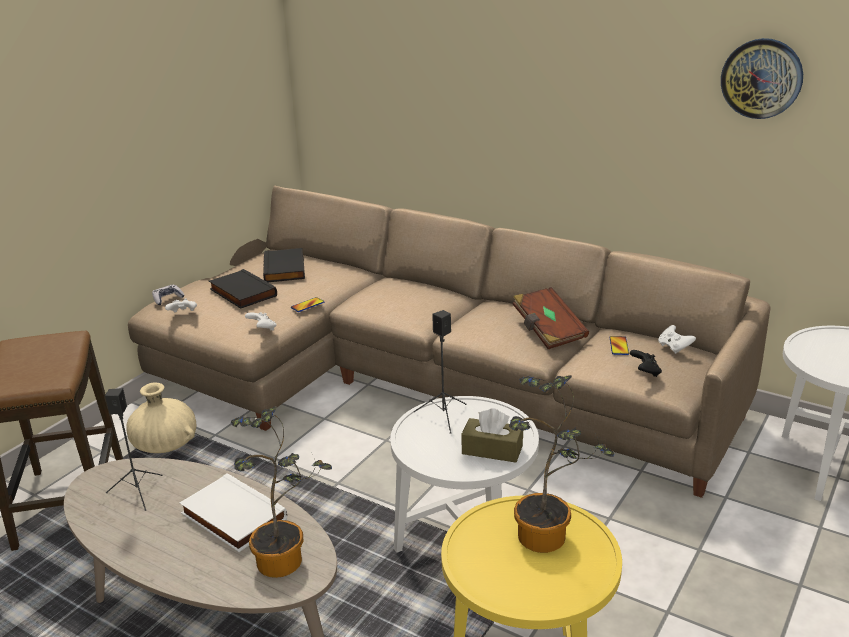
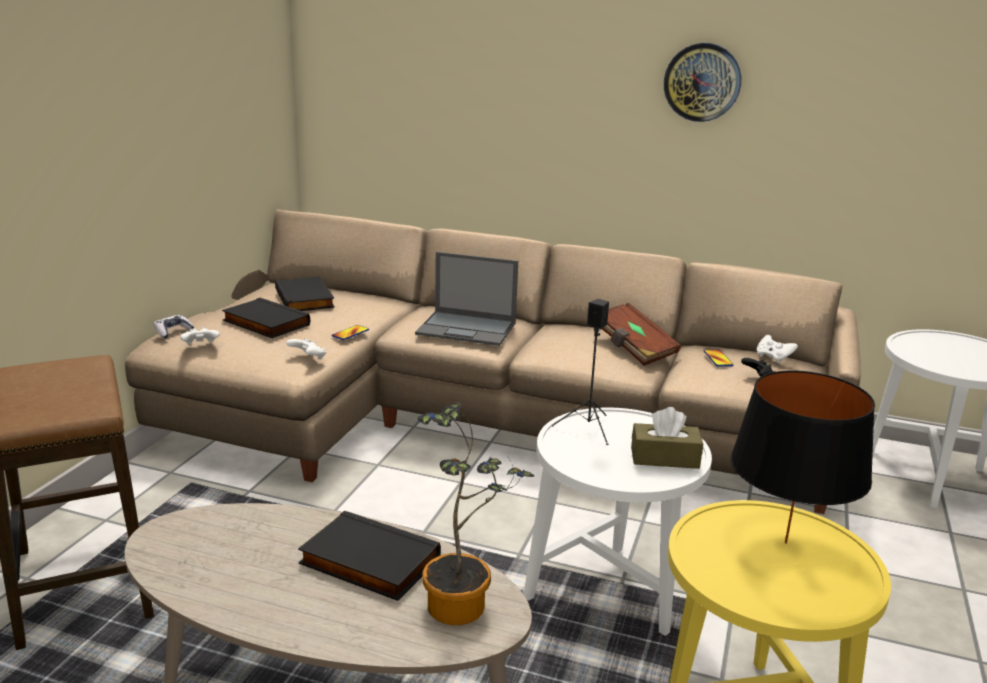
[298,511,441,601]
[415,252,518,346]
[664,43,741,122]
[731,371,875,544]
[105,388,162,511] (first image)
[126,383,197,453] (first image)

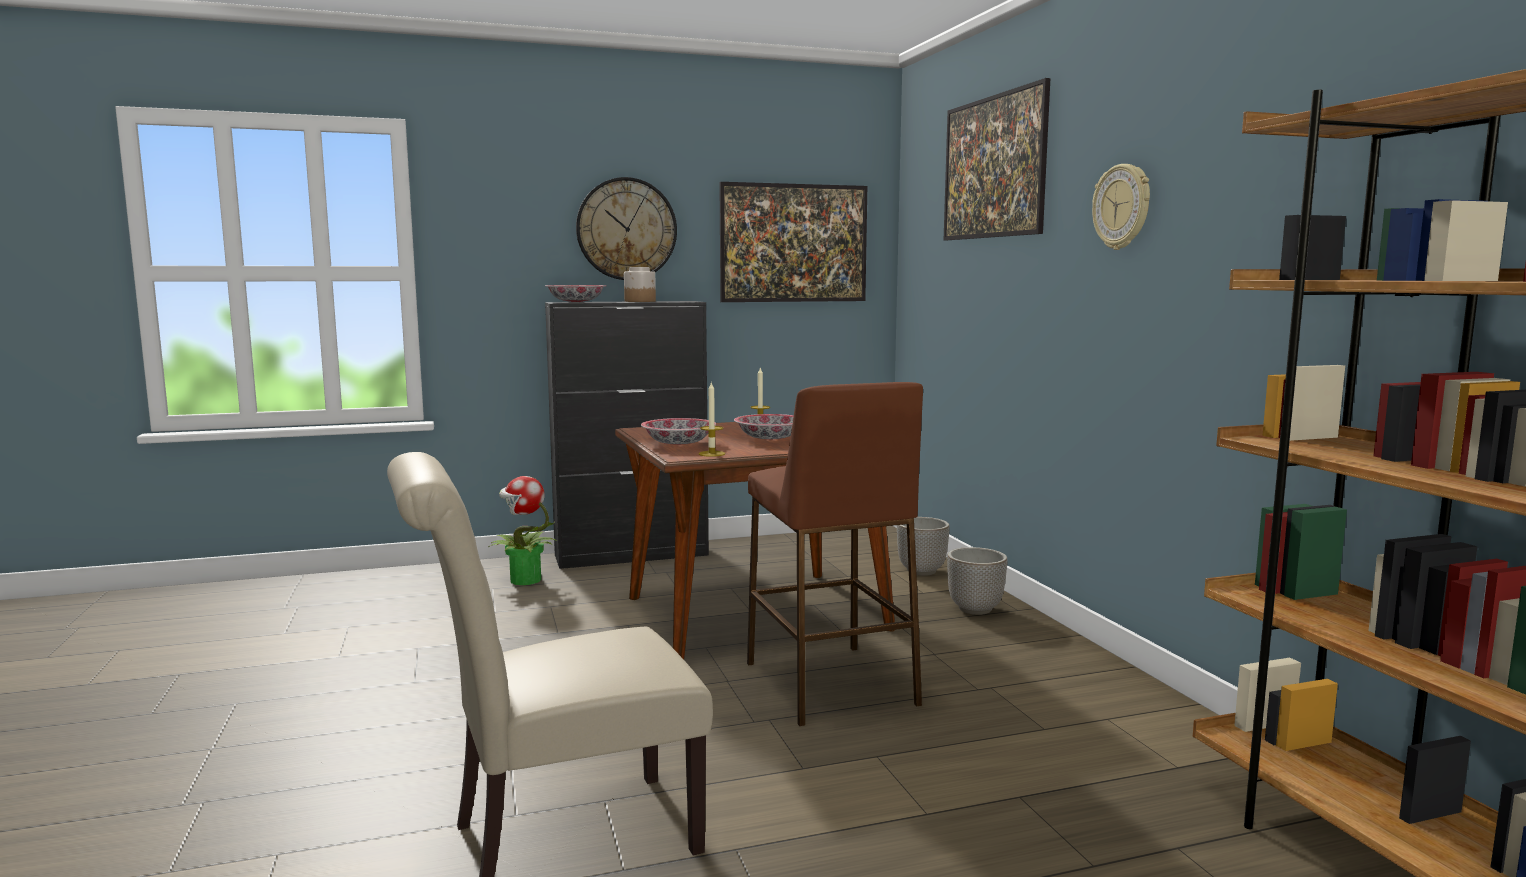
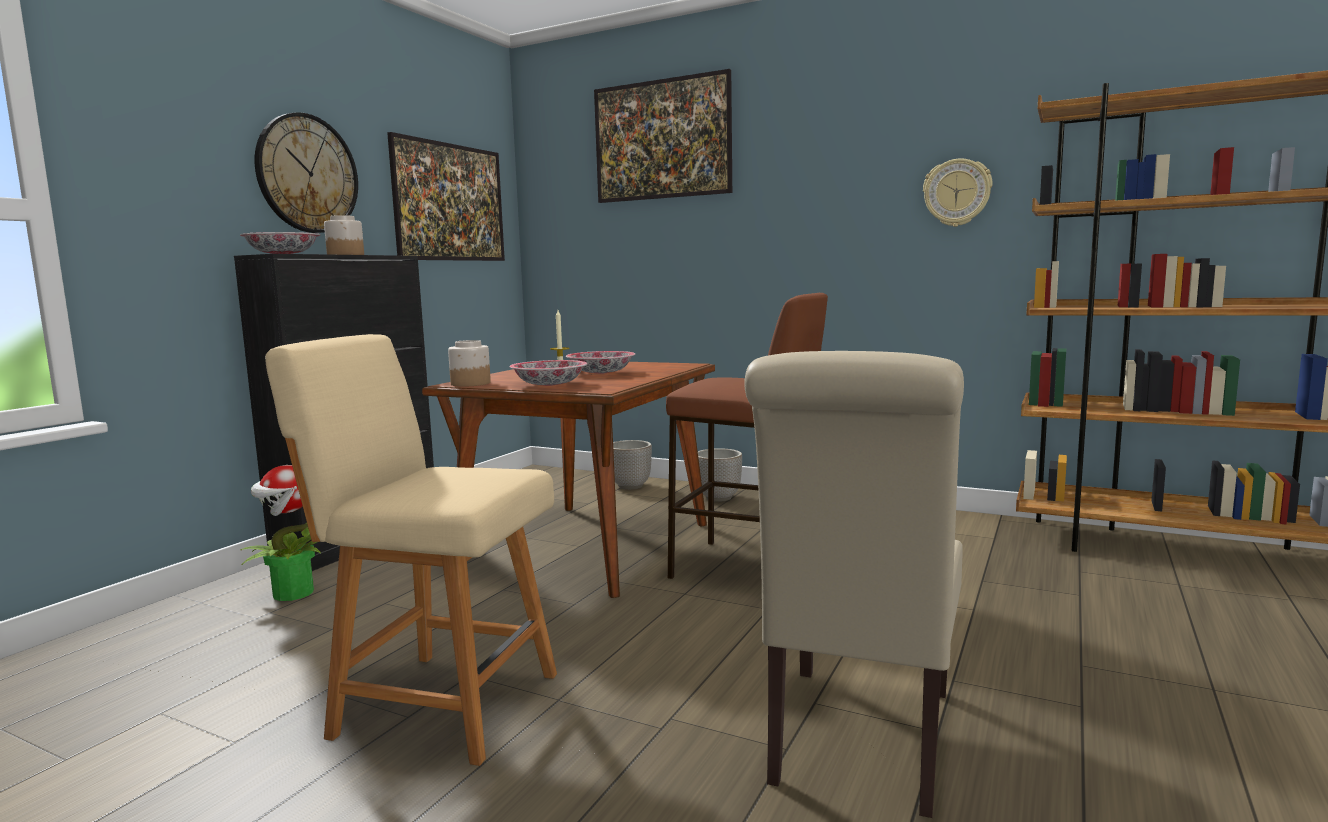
[265,334,557,766]
[448,340,491,387]
[923,158,993,227]
[699,381,725,457] (first image)

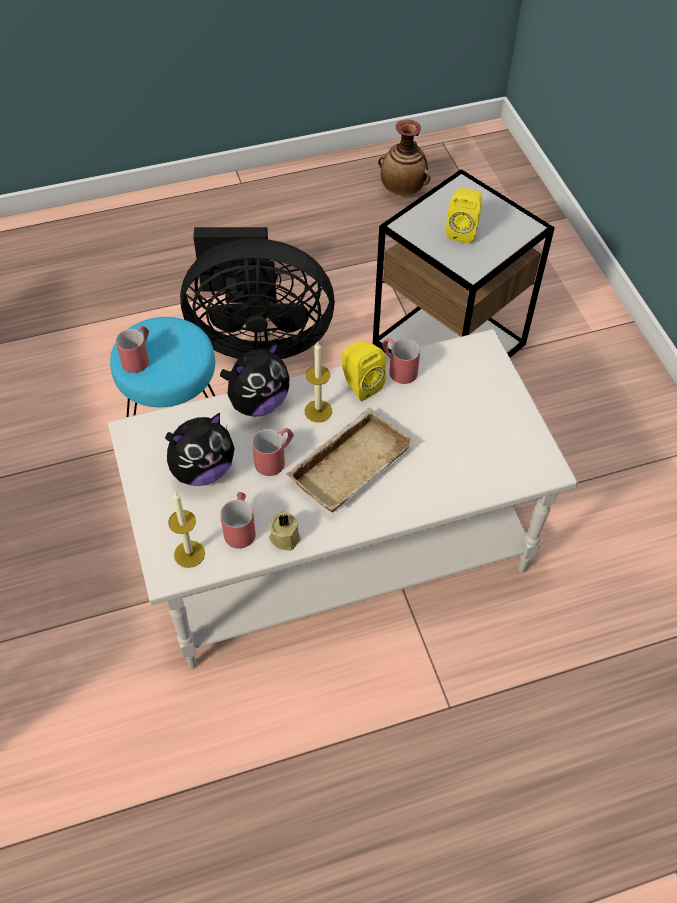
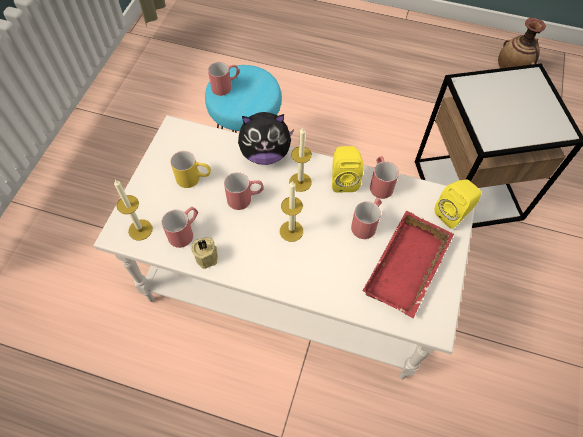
[170,151,211,188]
[280,181,303,242]
[351,198,382,239]
[362,211,454,318]
[434,179,481,229]
[180,227,335,359] (first image)

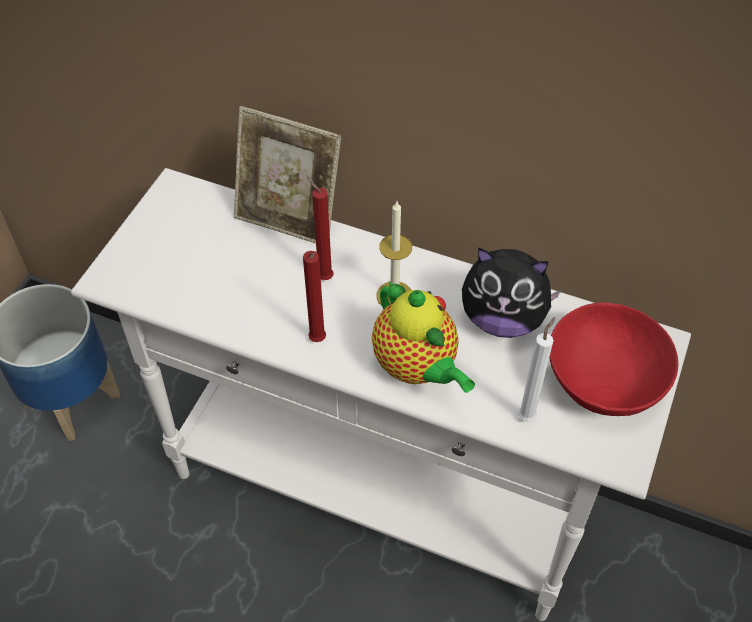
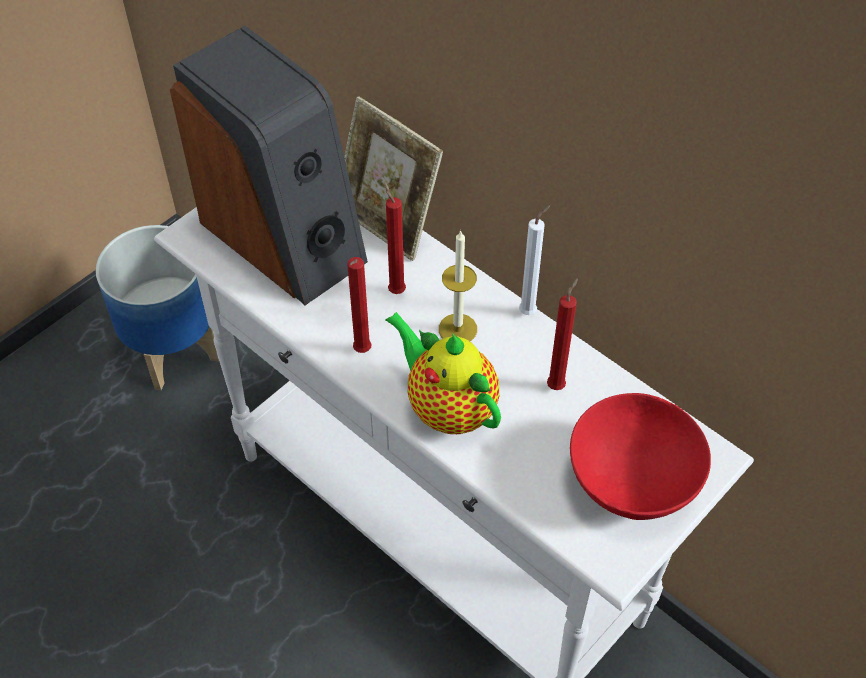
[170,25,368,305]
[385,312,501,434]
[519,205,550,315]
[547,278,578,390]

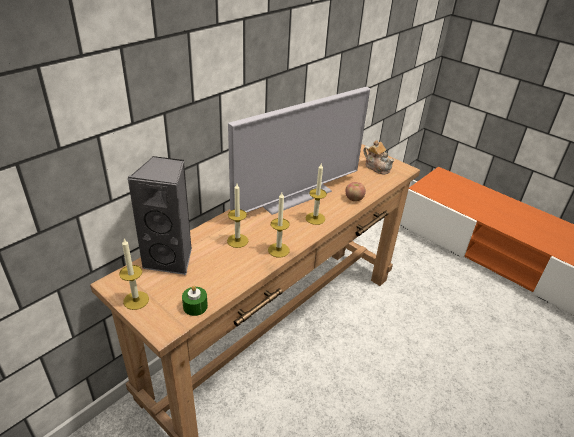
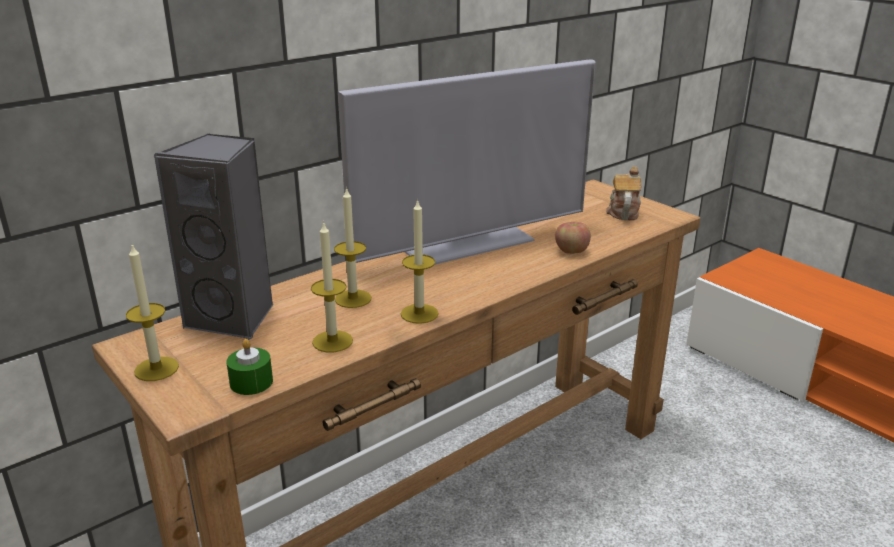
[311,221,353,352]
[606,166,641,220]

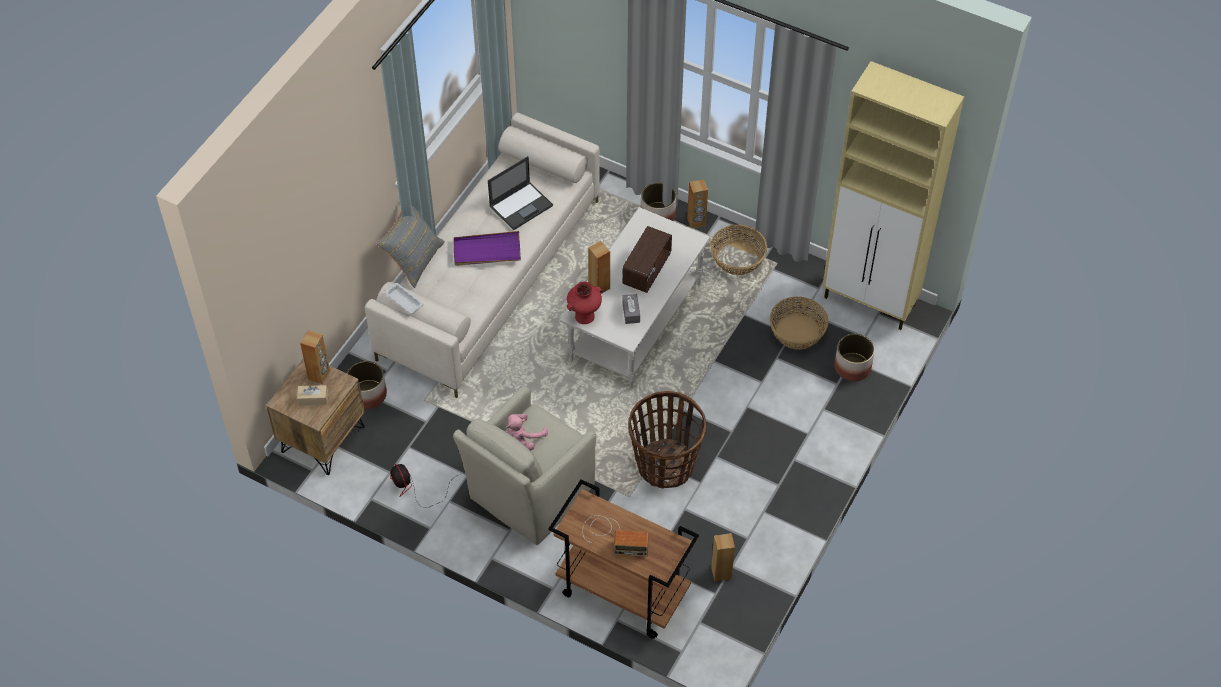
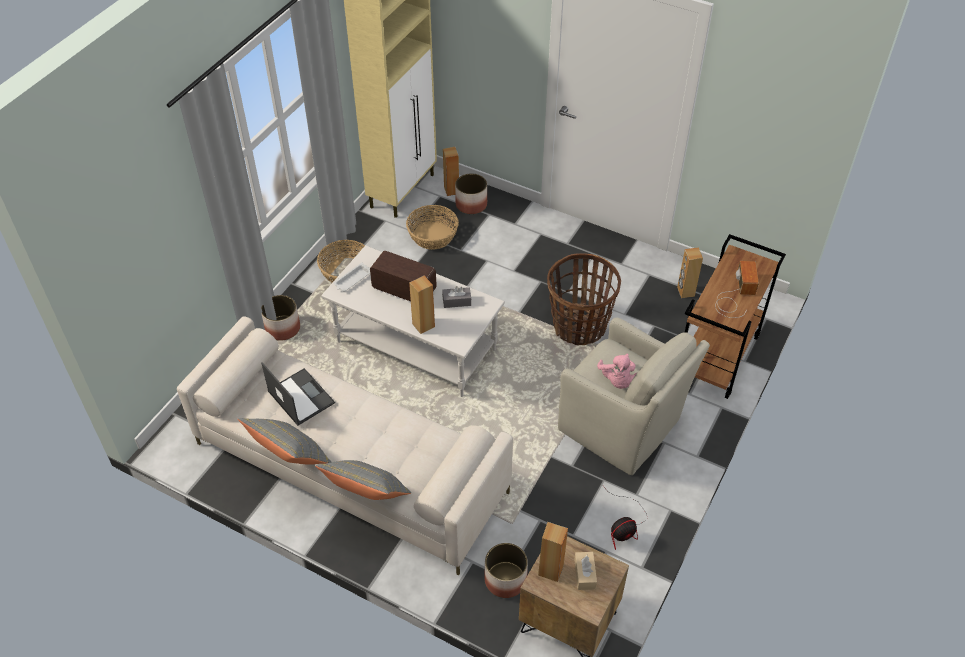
[238,418,331,465]
[334,262,370,291]
[443,147,459,196]
[597,354,637,389]
[454,231,521,266] (first image)
[566,281,602,324] (first image)

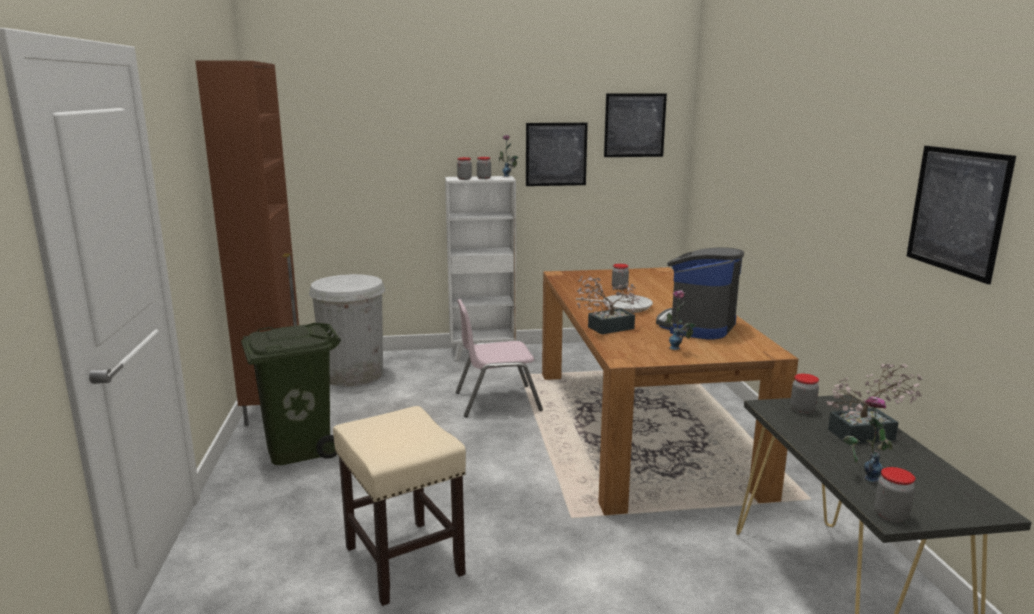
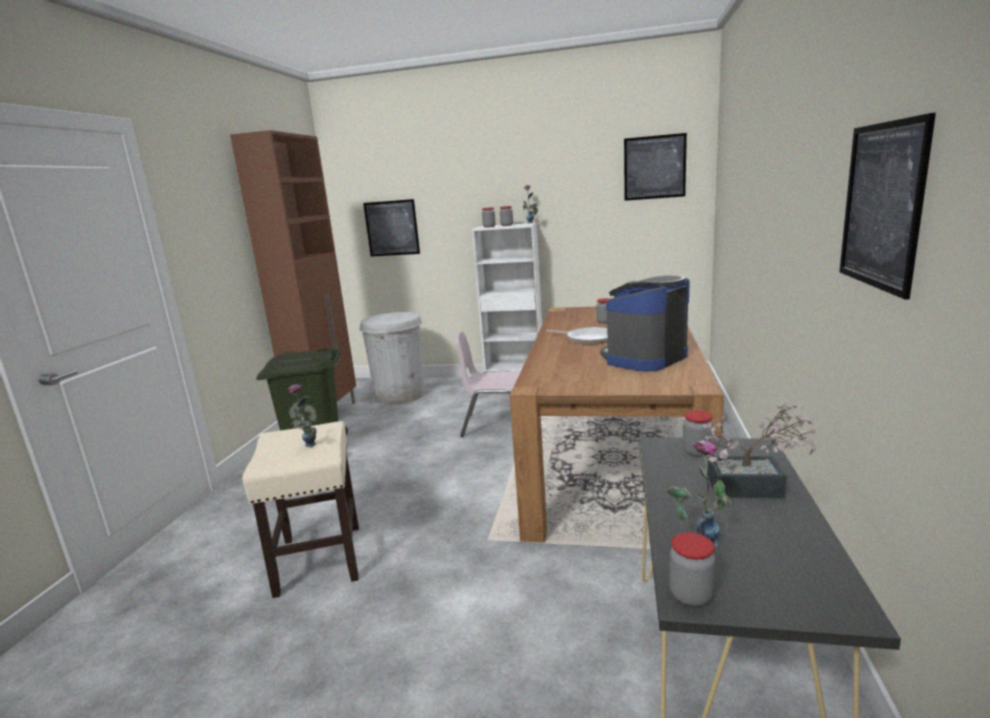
[289,385,316,447]
[363,199,420,257]
[577,275,640,334] (first image)

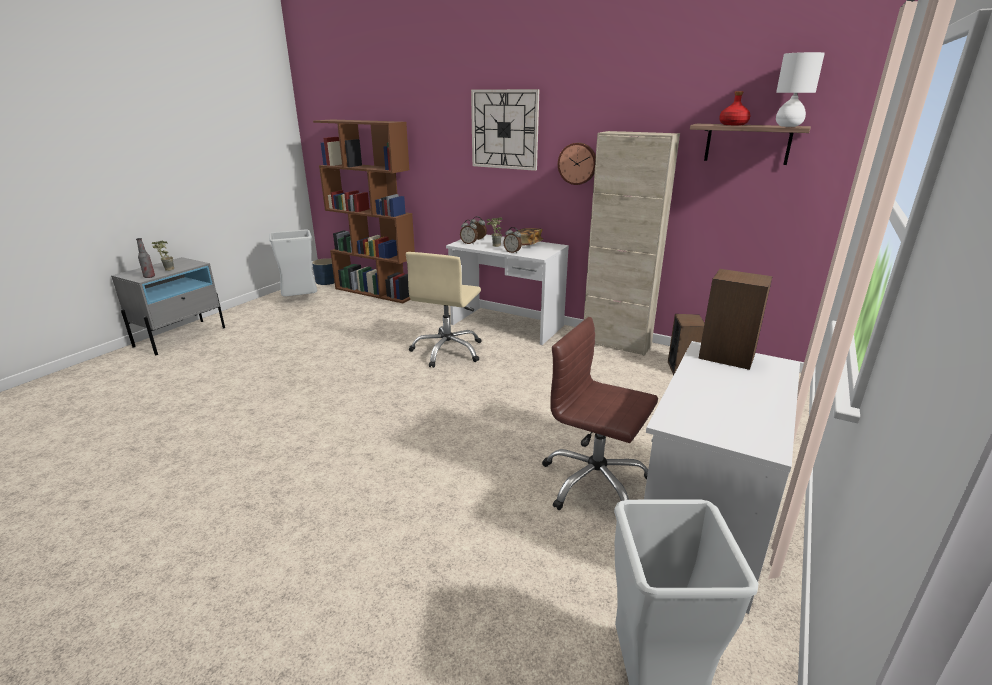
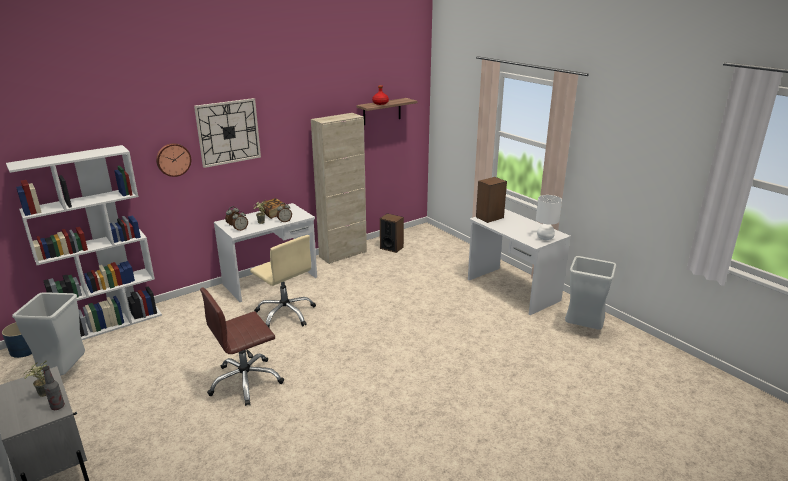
[6,145,162,340]
[156,143,191,177]
[200,288,284,406]
[536,195,562,240]

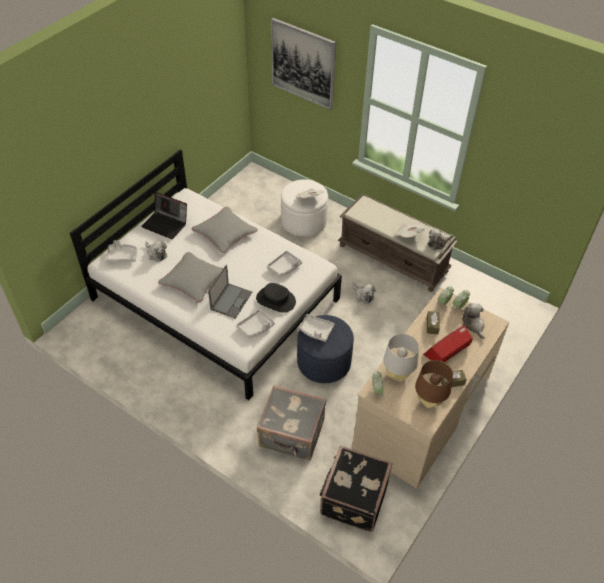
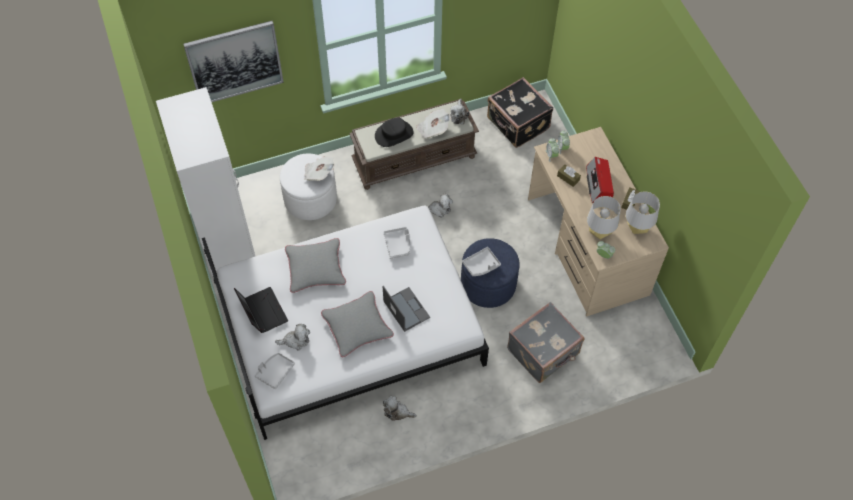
[156,87,255,276]
[234,287,288,333]
[375,118,413,147]
[383,396,417,421]
[487,77,553,148]
[626,191,660,234]
[236,309,275,338] (first image)

